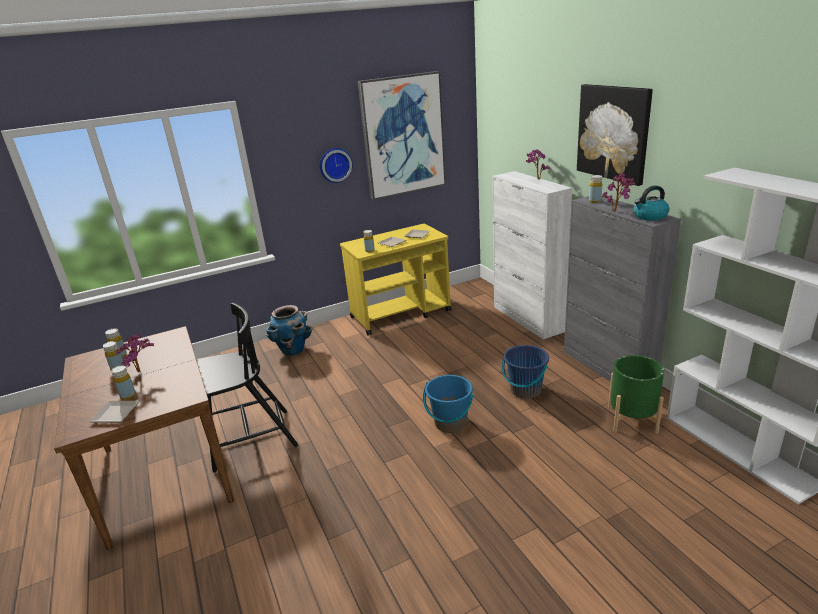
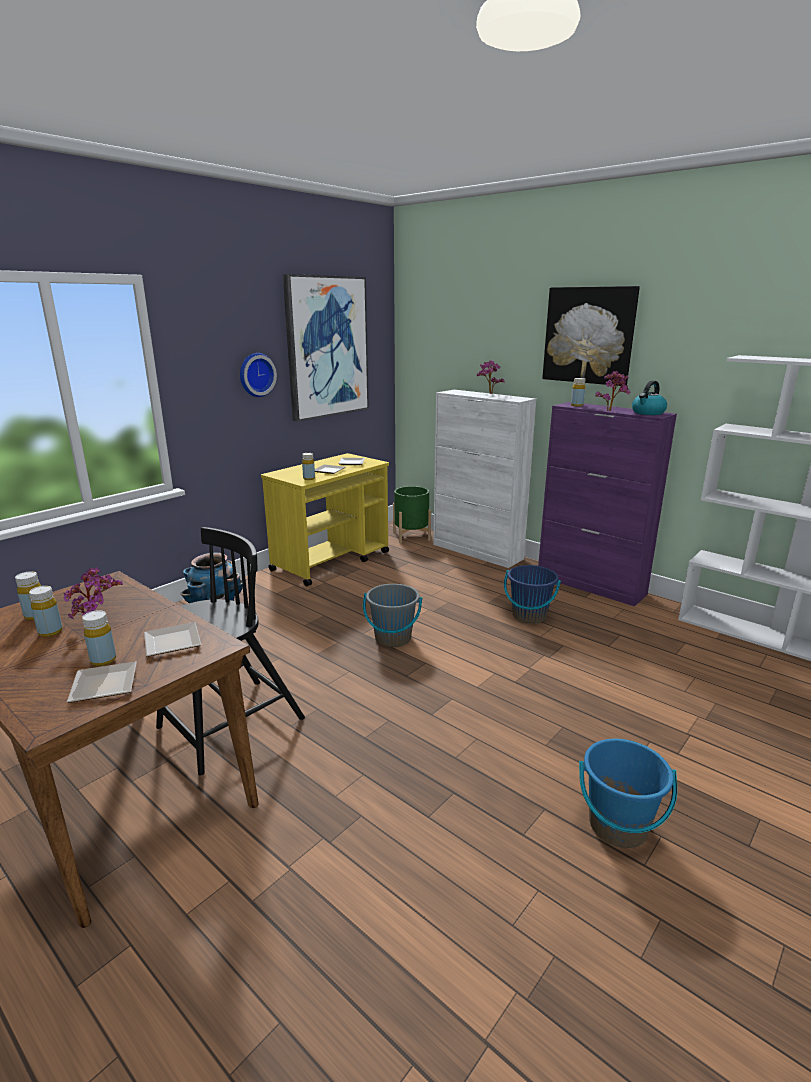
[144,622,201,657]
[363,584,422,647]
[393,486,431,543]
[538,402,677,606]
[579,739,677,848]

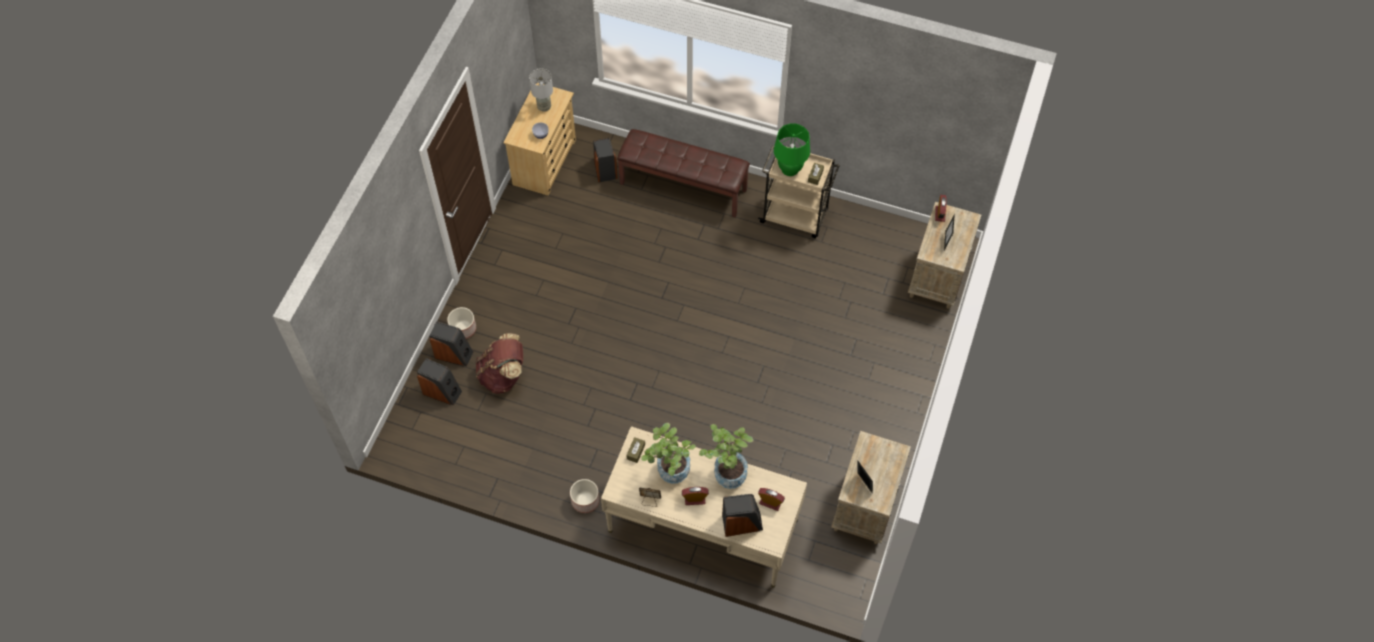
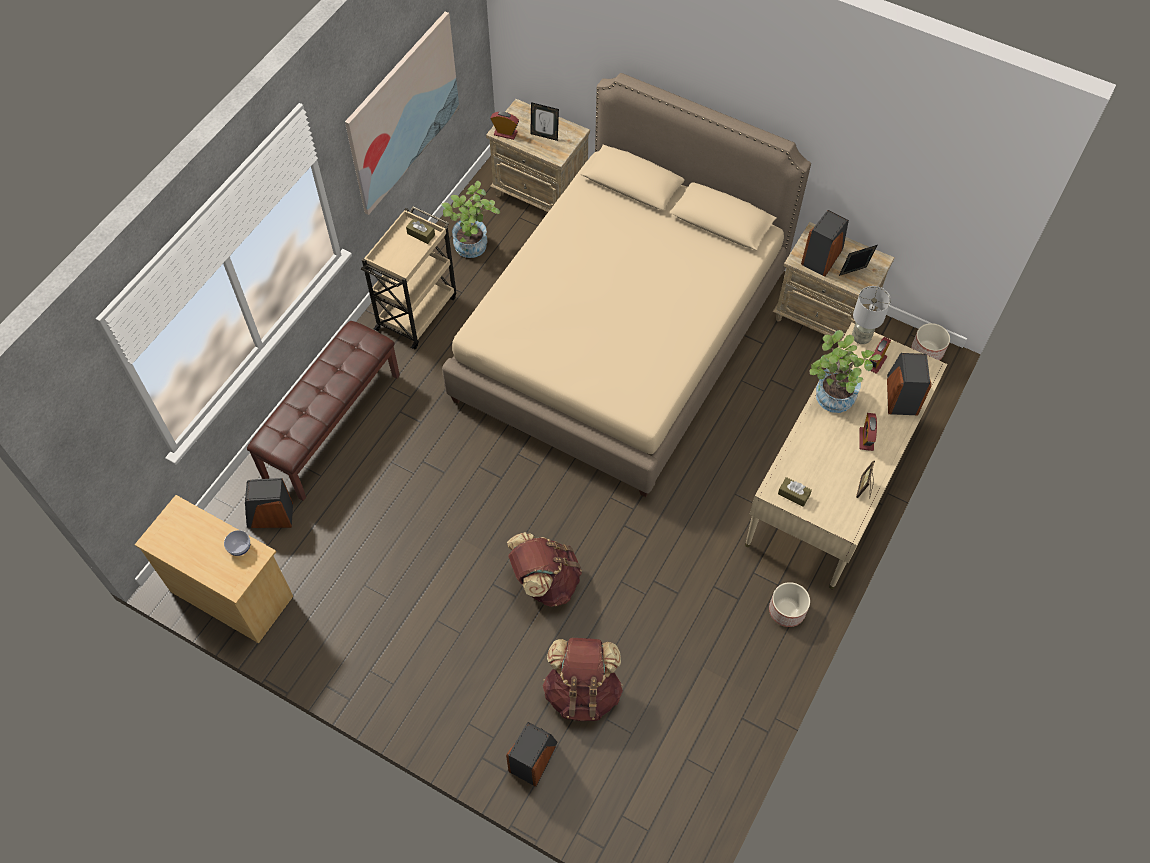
[345,11,459,215]
[442,73,811,497]
[442,181,500,258]
[507,532,582,607]
[801,210,849,277]
[852,286,891,344]
[911,323,950,361]
[774,123,810,176] (first image)

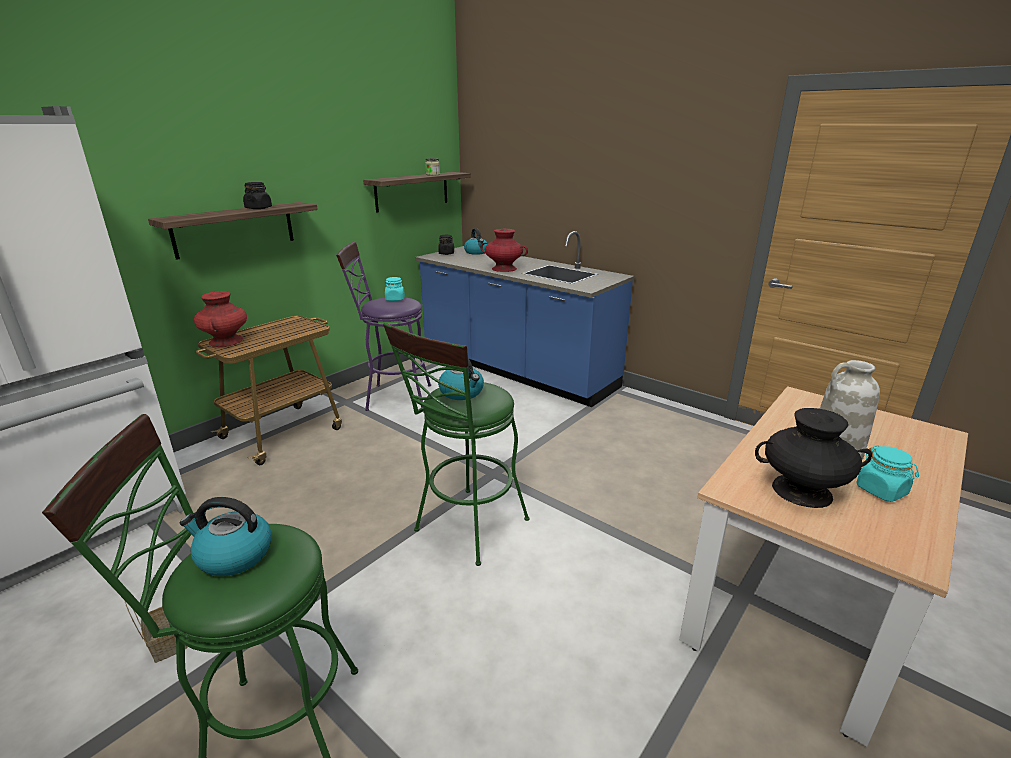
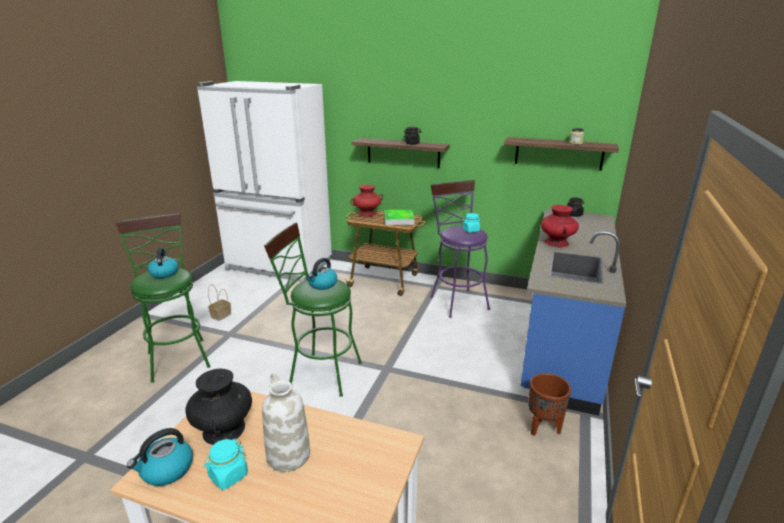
[127,428,193,486]
[385,210,414,225]
[528,373,571,436]

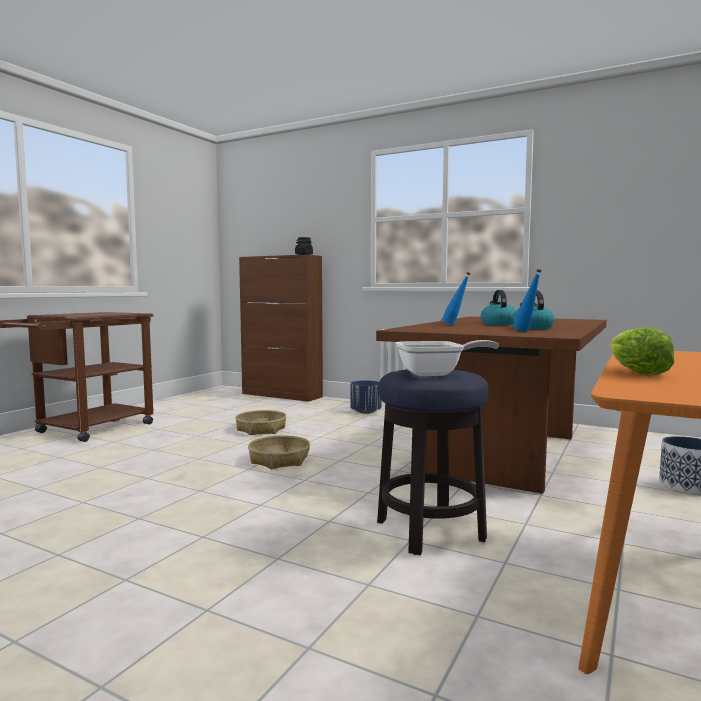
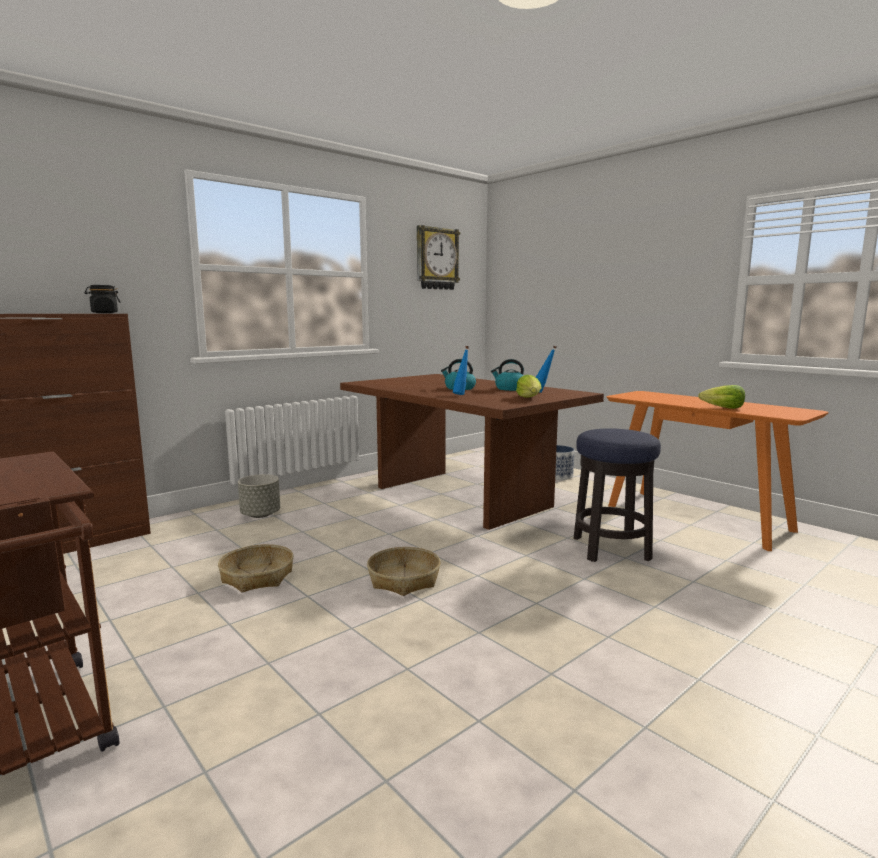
[238,474,280,518]
[417,225,460,290]
[516,375,542,398]
[396,340,499,376] (first image)

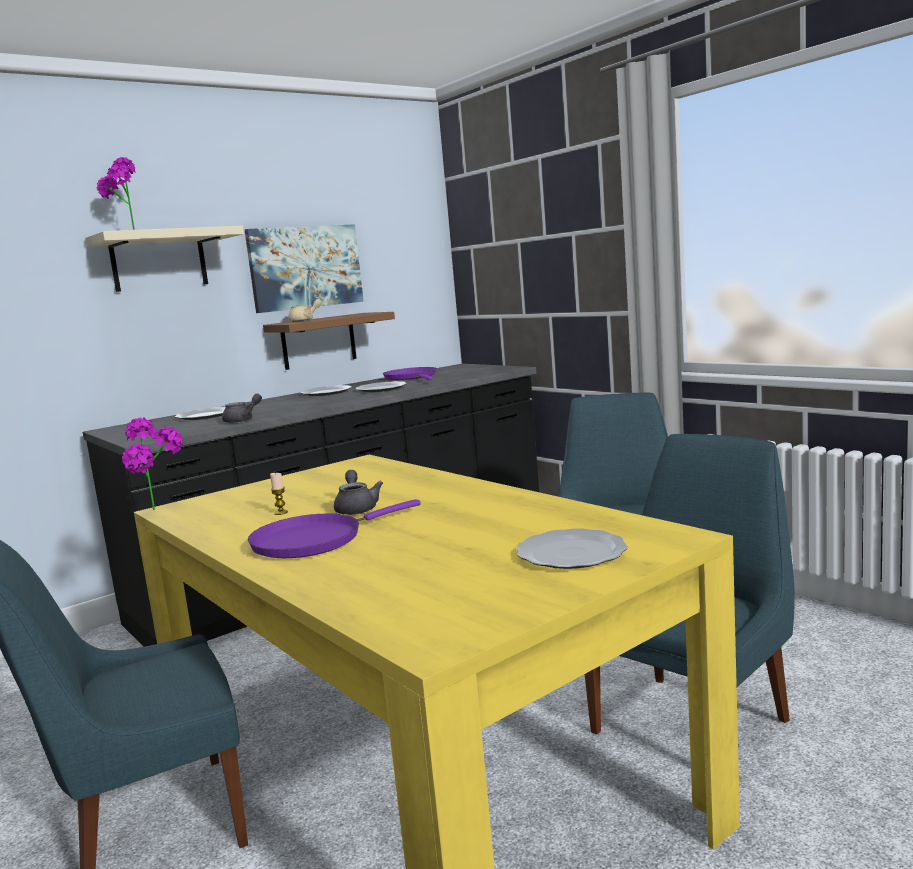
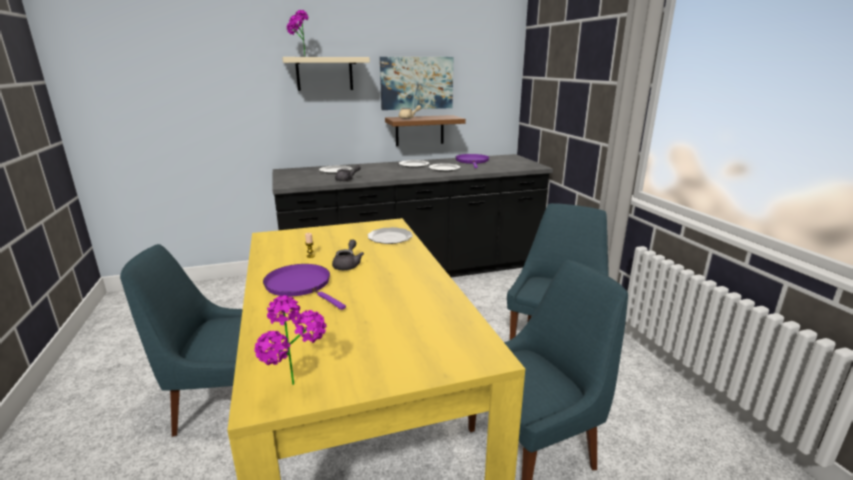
[255,295,326,385]
[263,264,346,310]
[368,227,413,244]

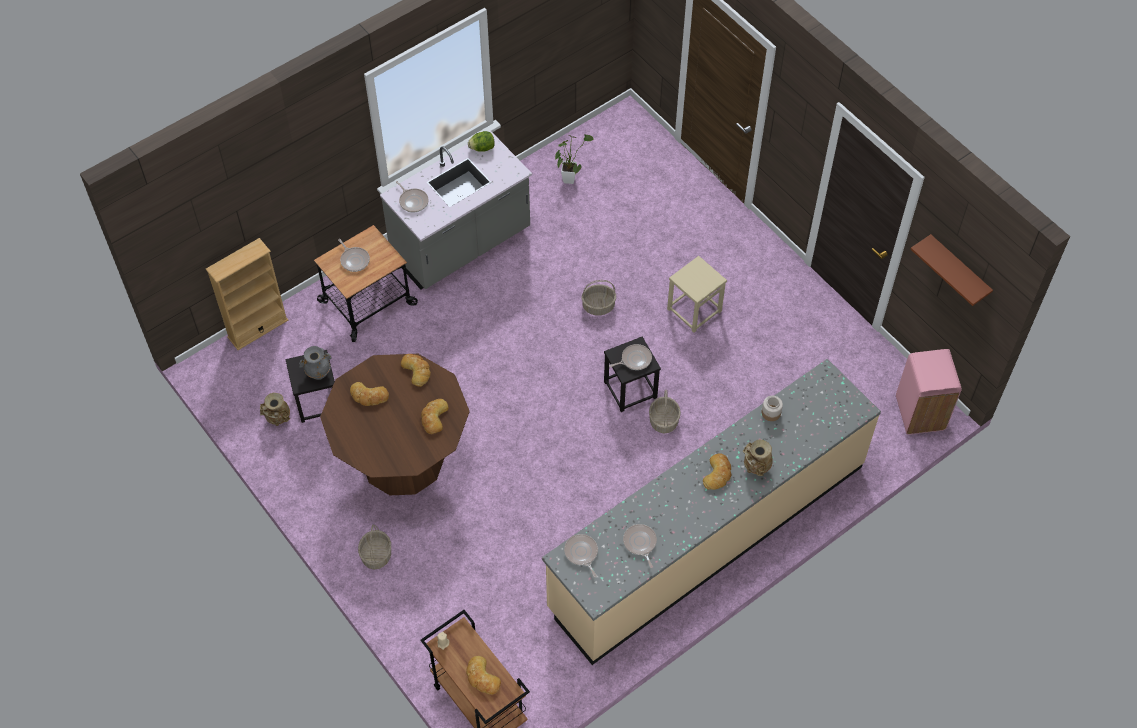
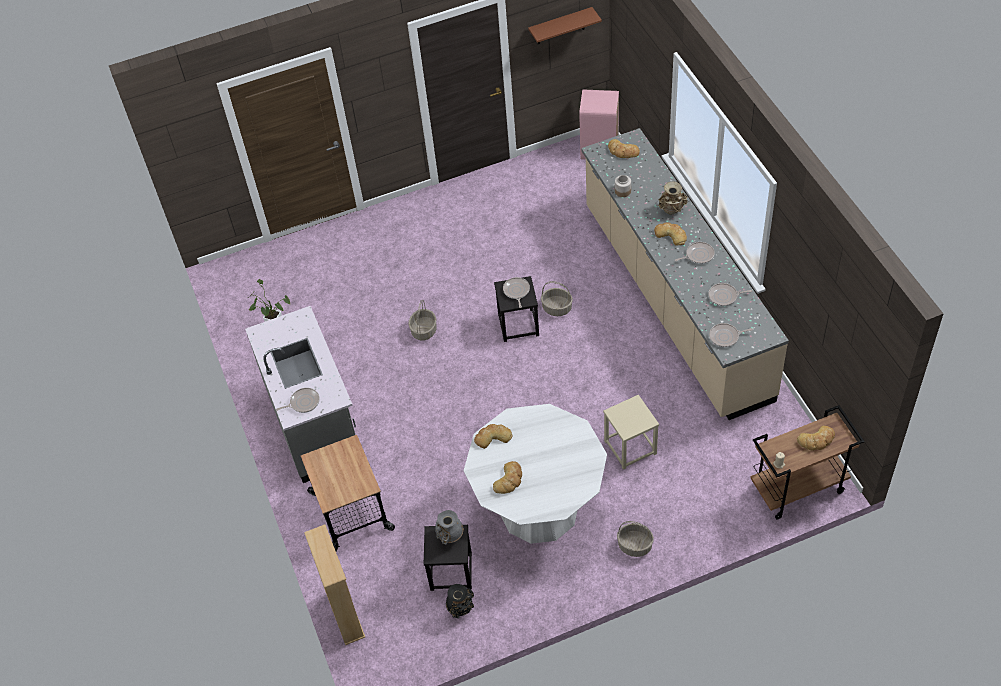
[446,584,474,618]
[464,404,607,544]
[603,395,659,470]
[608,139,640,158]
[675,242,715,264]
[468,131,495,152] (first image)

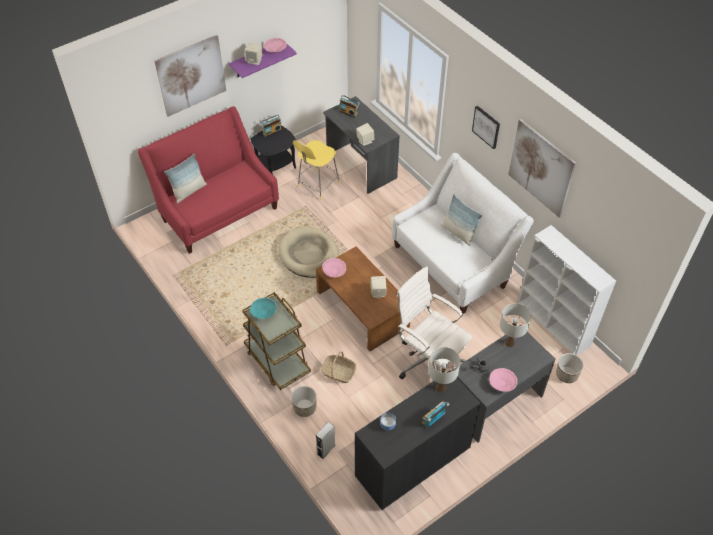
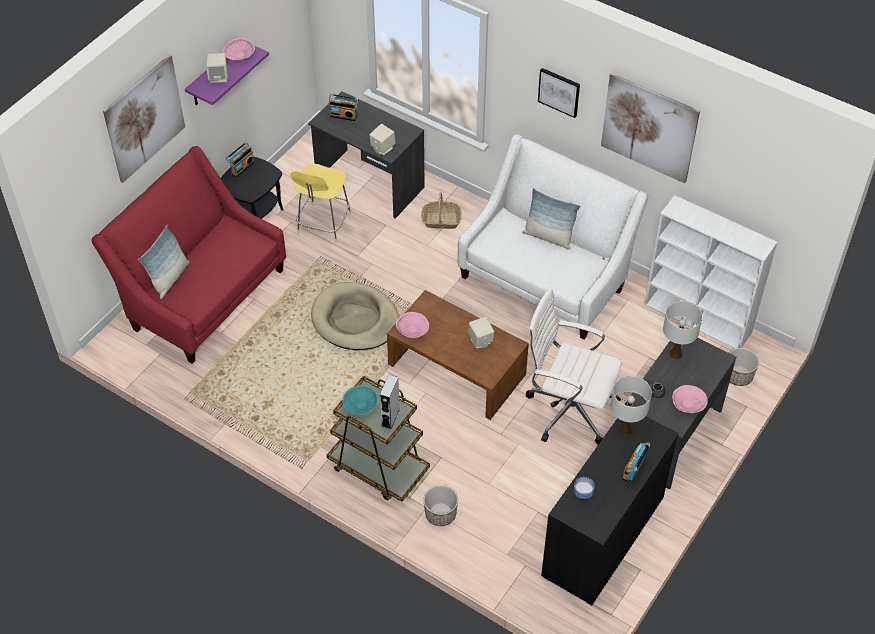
[380,375,400,429]
[421,193,462,229]

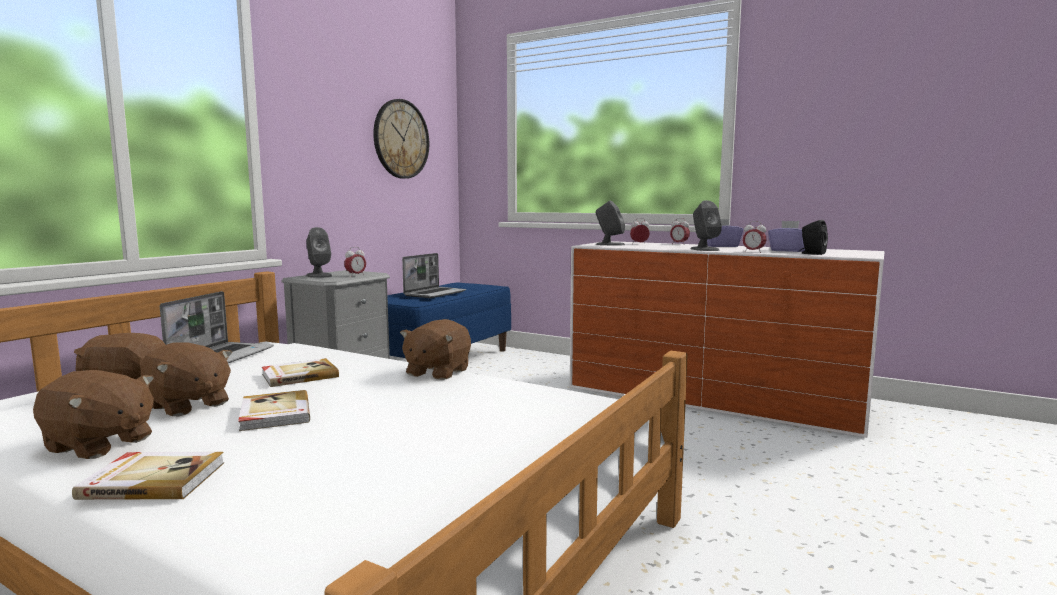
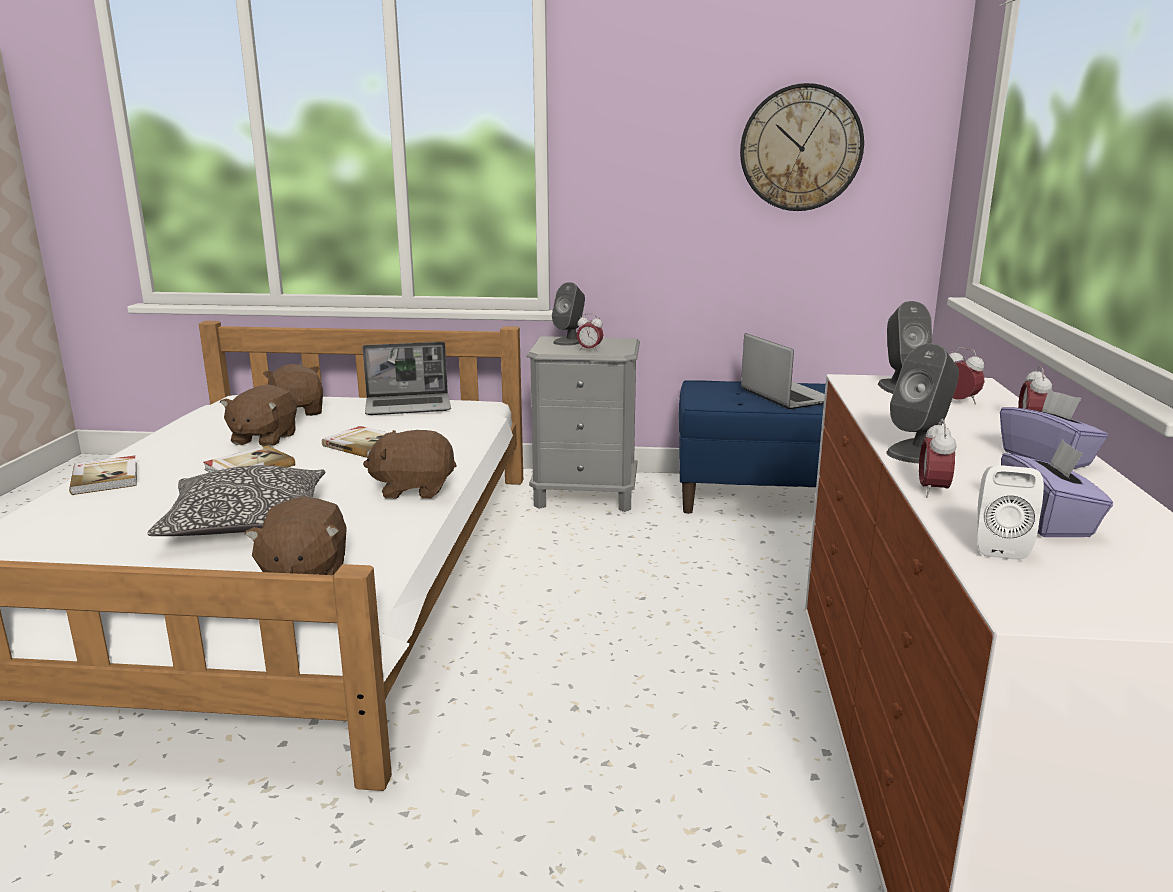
[147,465,325,536]
[245,497,347,575]
[741,333,825,409]
[977,465,1044,560]

